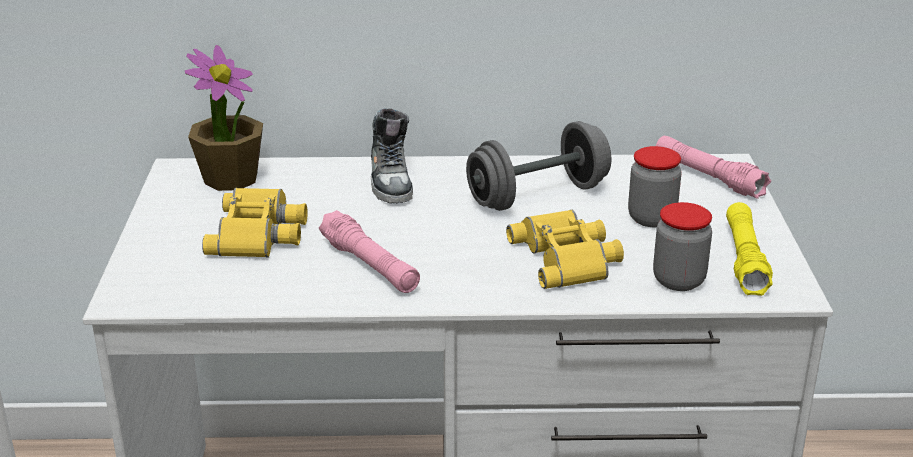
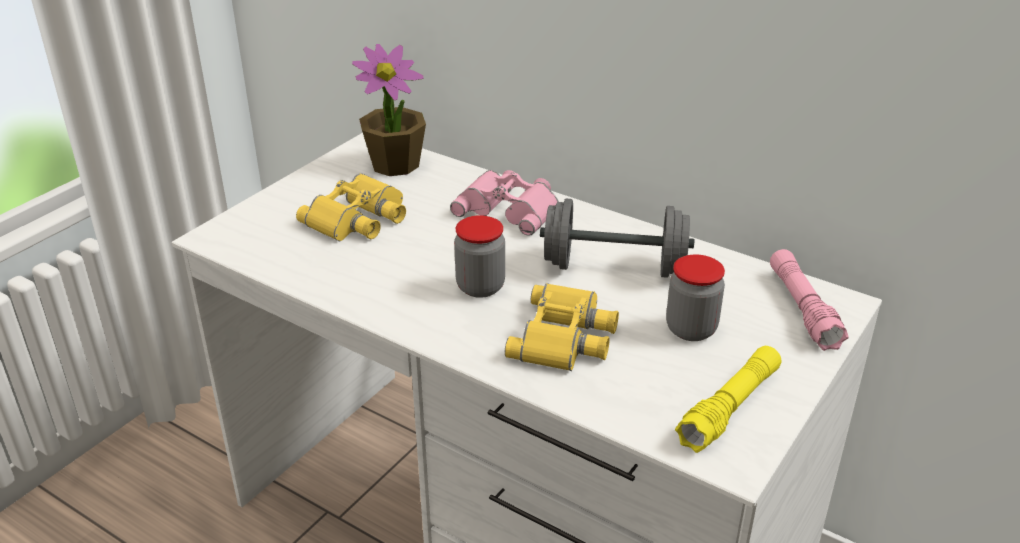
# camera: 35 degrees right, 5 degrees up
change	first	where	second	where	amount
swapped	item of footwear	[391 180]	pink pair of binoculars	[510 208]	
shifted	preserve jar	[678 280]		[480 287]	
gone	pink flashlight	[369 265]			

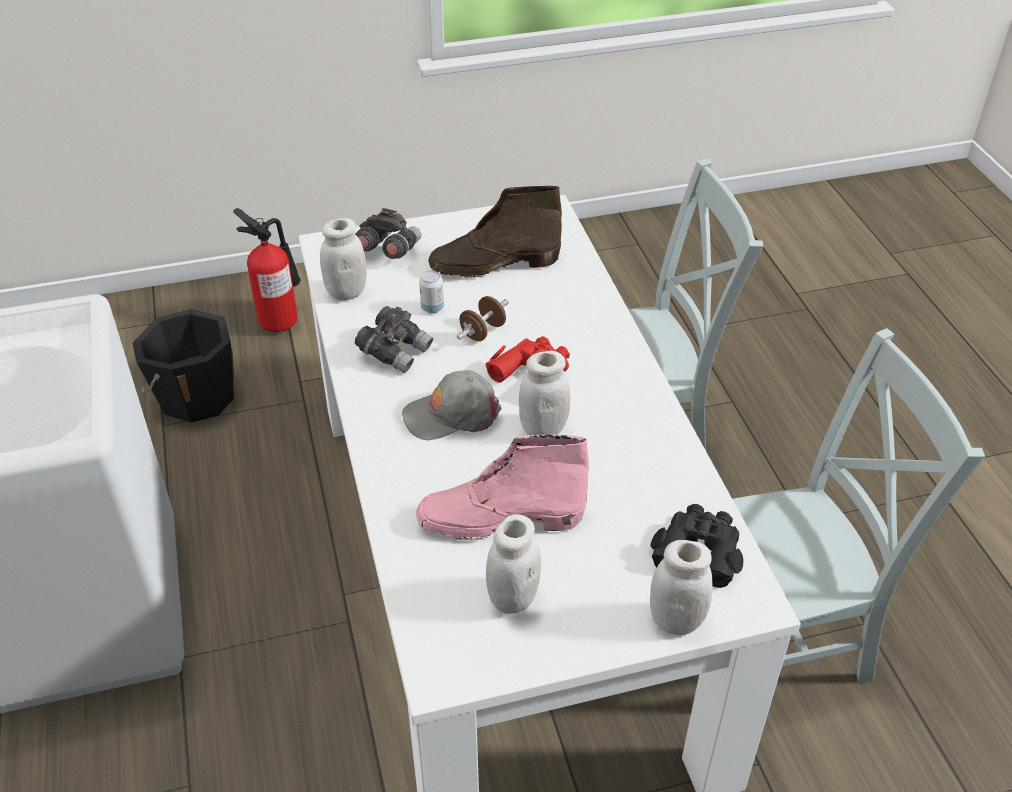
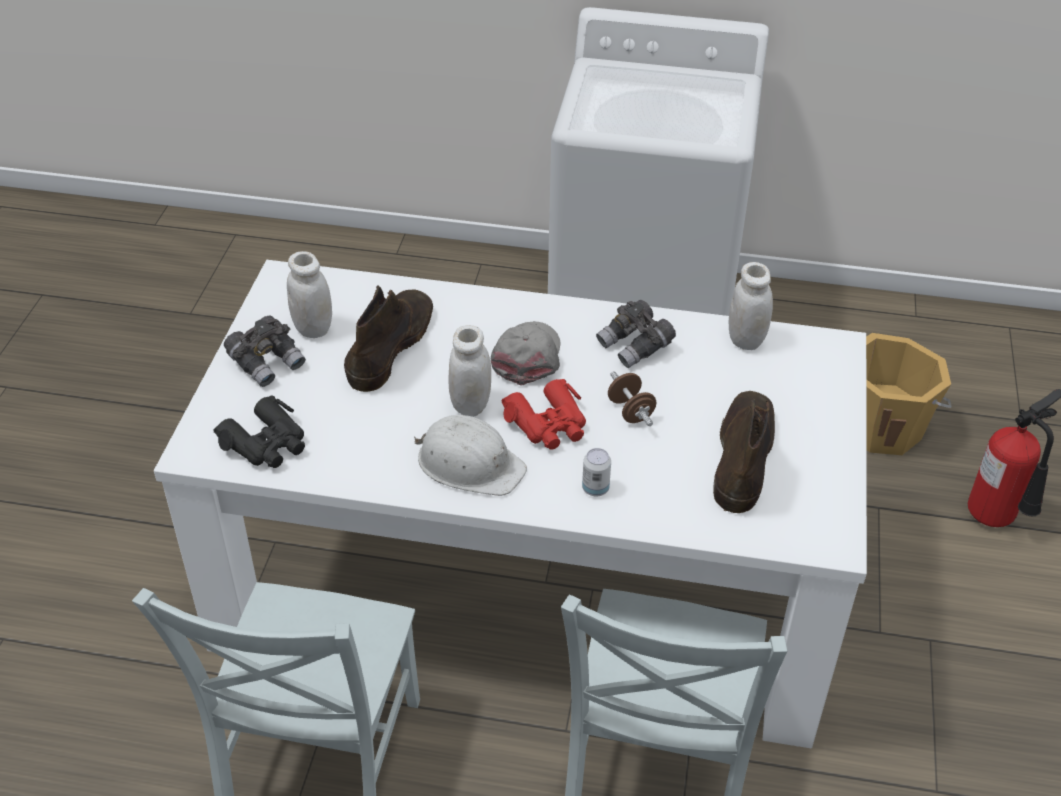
# camera: 115 degrees right, 0 degrees up
change	first	where	second	where	amount
shifted	grey pair of binoculars	[388 250]		[267 363]	
shifted	metal can	[432 308]		[595 489]	
repainted	black water bucket	[196 396]	orange-coloured water bucket	[883 427]	
repainted	pink boot	[499 518]	brown-coloured boot	[391 346]	
gone	white preserve jar	[676 620]			
new			white work helmet	[469 463]	

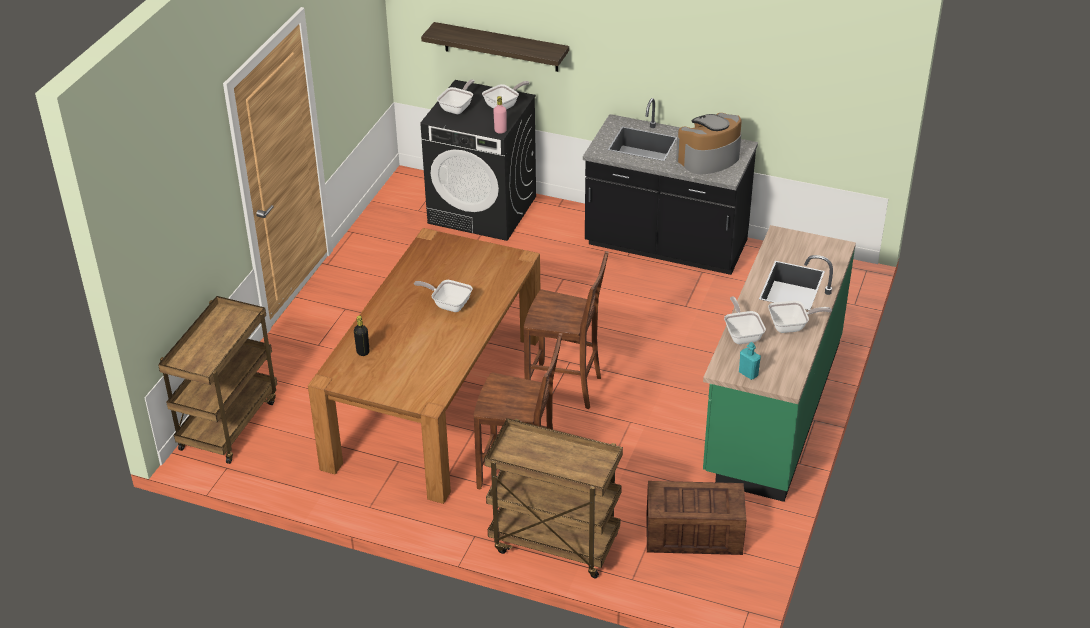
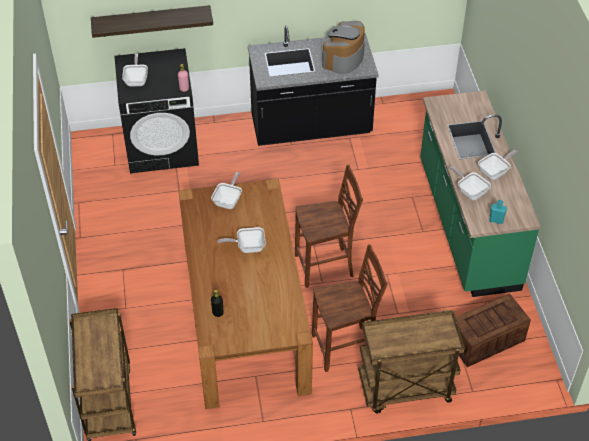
# camera: 30 degrees left, 10 degrees up
change	first	where	second	where	amount
shifted	frying pan	[504 105]		[228 200]	

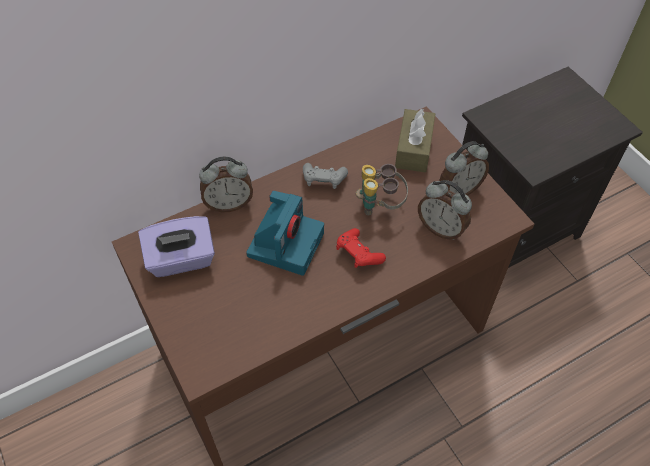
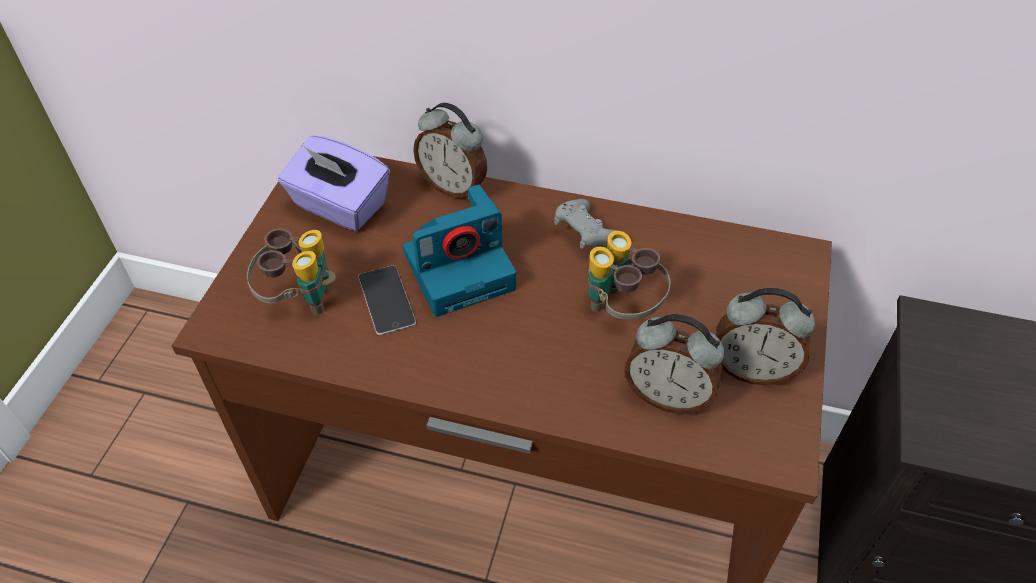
# camera: 45 degrees right, 5 degrees down
change	first	where	second	where	amount
gone	brown-coloured box of tissues	[414 149]			
rotated	table clock	[441 228]		[667 396]	60 degrees counterclockwise
gone	red-coloured joypad	[358 255]			
new			pair of binoculars	[300 298]	
new			telephone	[386 300]	

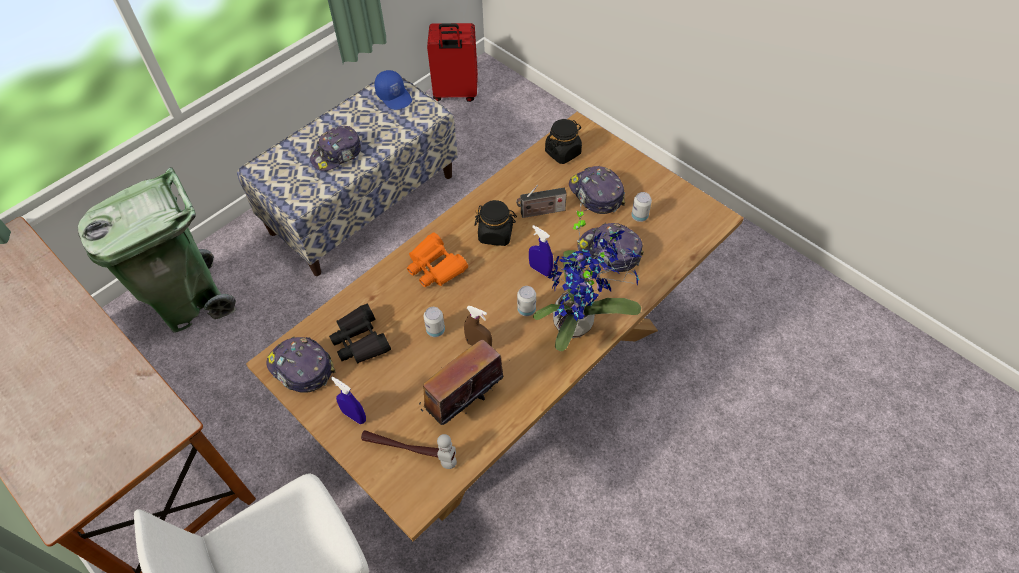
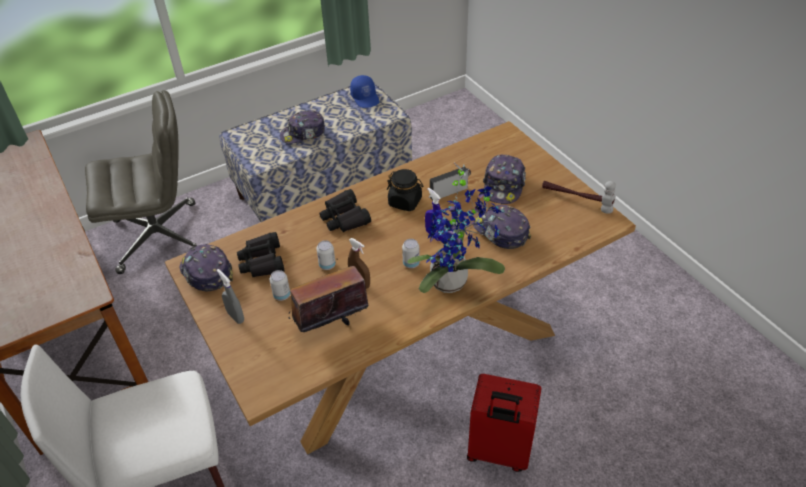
# camera: 15 degrees right, 10 degrees down
change	first	where	second	where	amount
shifted	red-coloured piece of luggage	[455 93]		[498 452]	
gone	black preserve jar	[563 152]			
rotated	peaked cap	[595 194]		[504 185]	150 degrees counterclockwise
swapped	greenish waste bin	[191 300]	grey desk chair	[159 236]	
rotated	radio set	[540 212]		[450 191]	150 degrees clockwise
shifted	metal can	[639 216]		[282 295]	
repainted	orange-coloured pair of binoculars	[435 267]	black pair of binoculars	[344 218]	
repainted	blue spray bottle	[354 416]	grey spray bottle	[235 317]	
shifted	tool hammer	[410 450]		[577 200]	

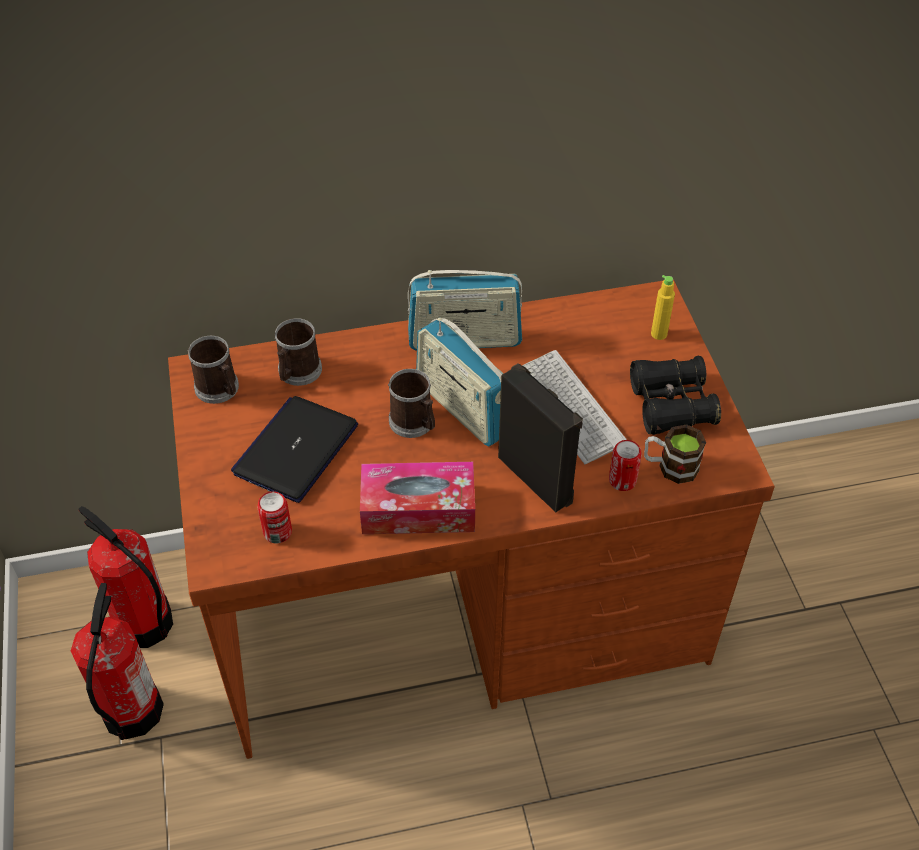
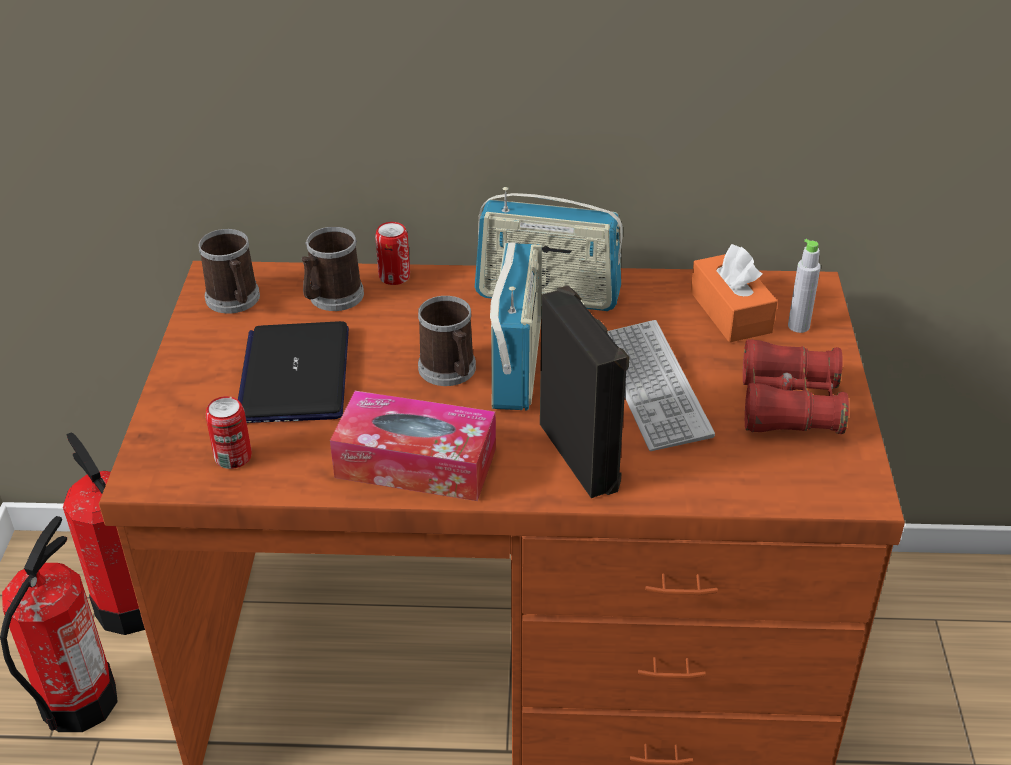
# camera: 15 degrees right, 10 degrees down
change	first	where	second	where	amount
repainted	yellowish beverage bottle	[659 334]	grey beverage bottle	[798 326]	
rotated	radio set	[463 408]		[516 365]	150 degrees counterclockwise
repainted	black pair of binoculars	[671 405]	red-coloured pair of binoculars	[789 405]	
rotated	notebook computer	[296 449]		[295 374]	45 degrees counterclockwise
gone	mug	[670 466]			
shifted	metal can	[622 480]		[394 277]	
new			orange-coloured box of tissues	[730 312]	

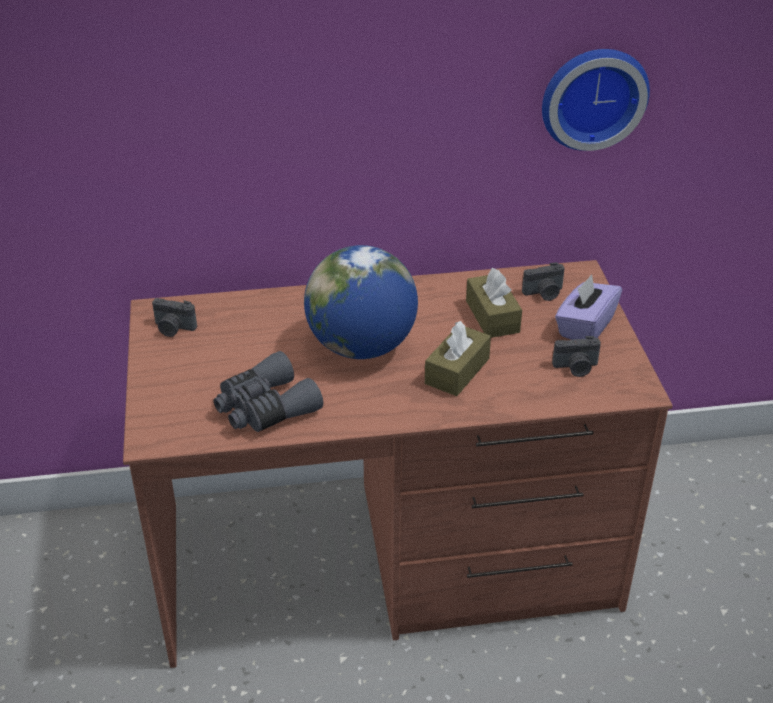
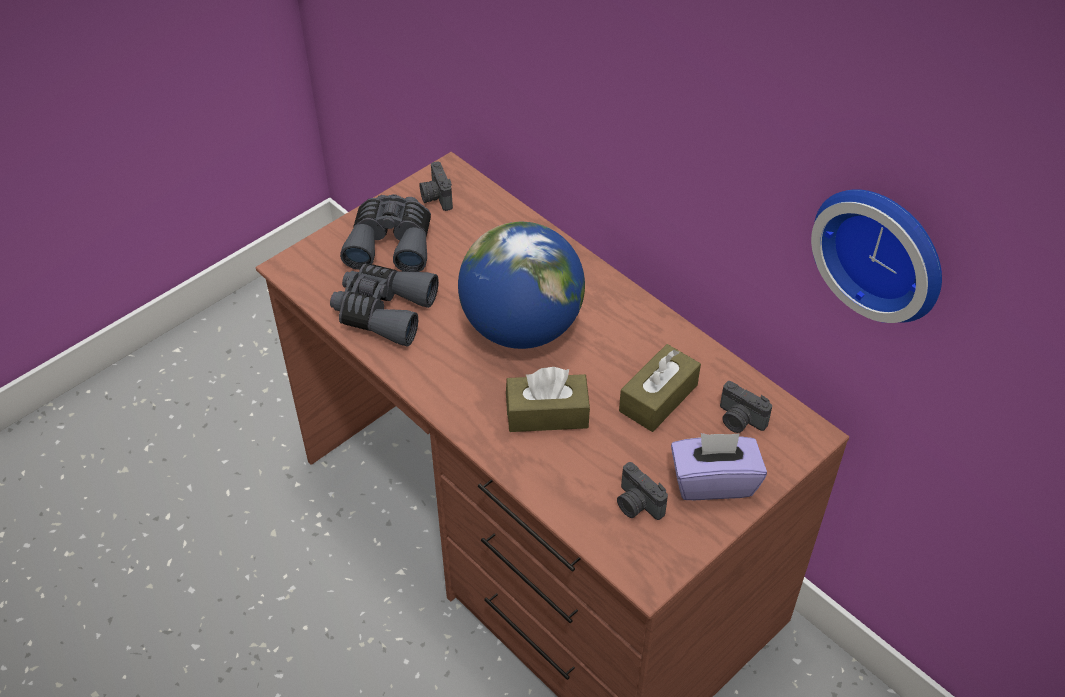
# camera: 55 degrees right, 10 degrees up
change	first	where	second	where	amount
new			grey pair of binoculars	[391 242]	

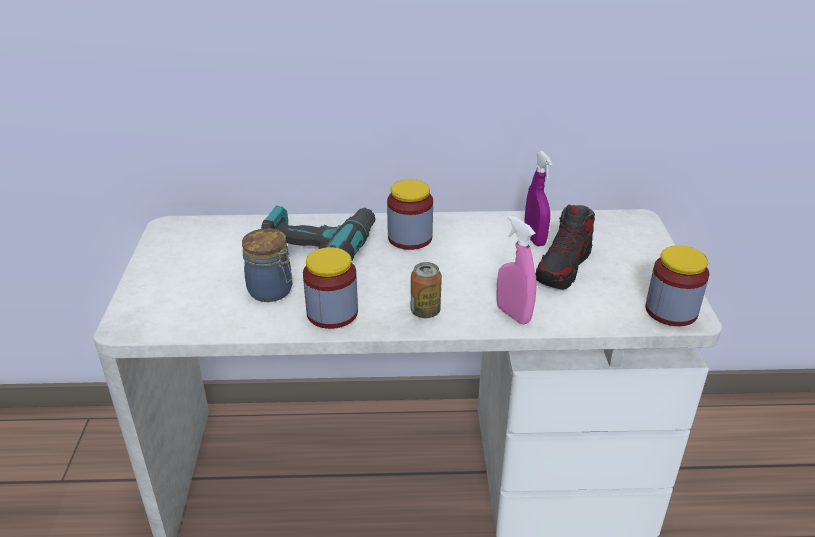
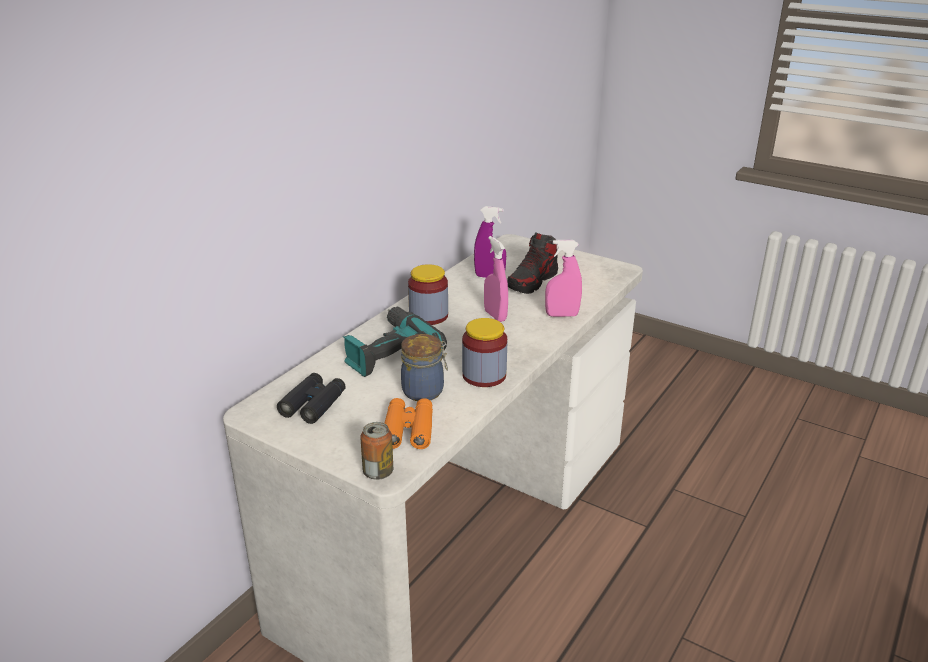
# camera: 55 degrees left, 5 degrees down
change	first	where	second	where	amount
rotated	item of footwear	[563 267]		[533 281]	60 degrees clockwise
gone	preserve jar	[671 311]			
shifted	metal can	[425 311]		[378 472]	
new			pink spray bottle	[495 316]	
new			black pair of binoculars	[313 404]	
new			orange-coloured pair of binoculars	[408 430]	

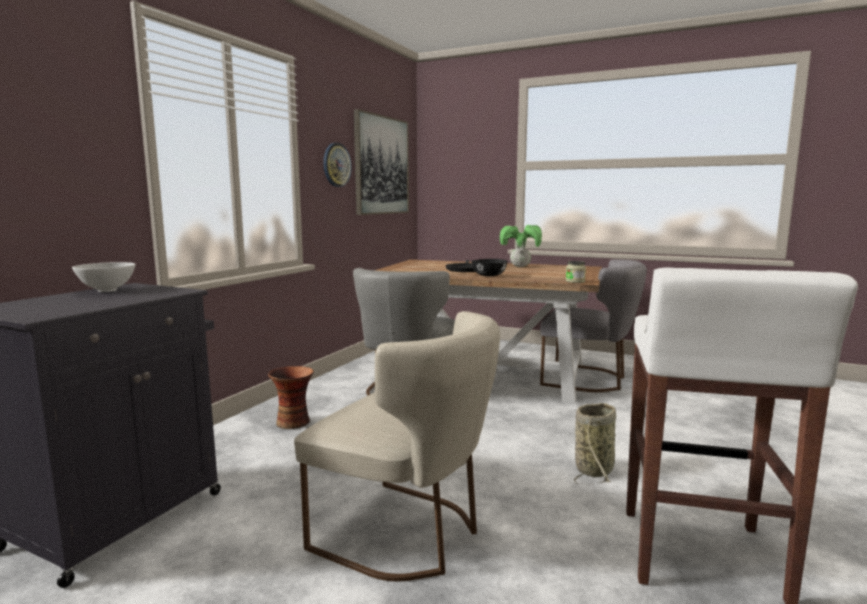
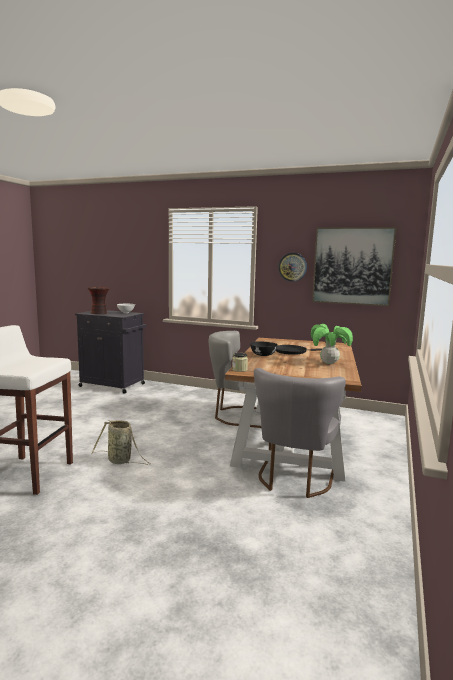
# camera: 85 degrees right, 0 degrees up
change	first	where	second	where	amount
gone	beige upright chair	[408 534]			
shifted	vase	[293 422]		[99 313]	

